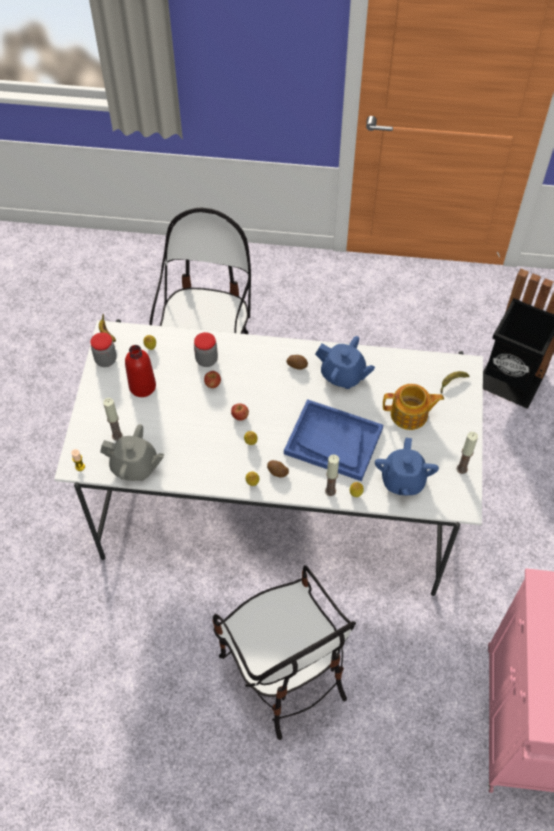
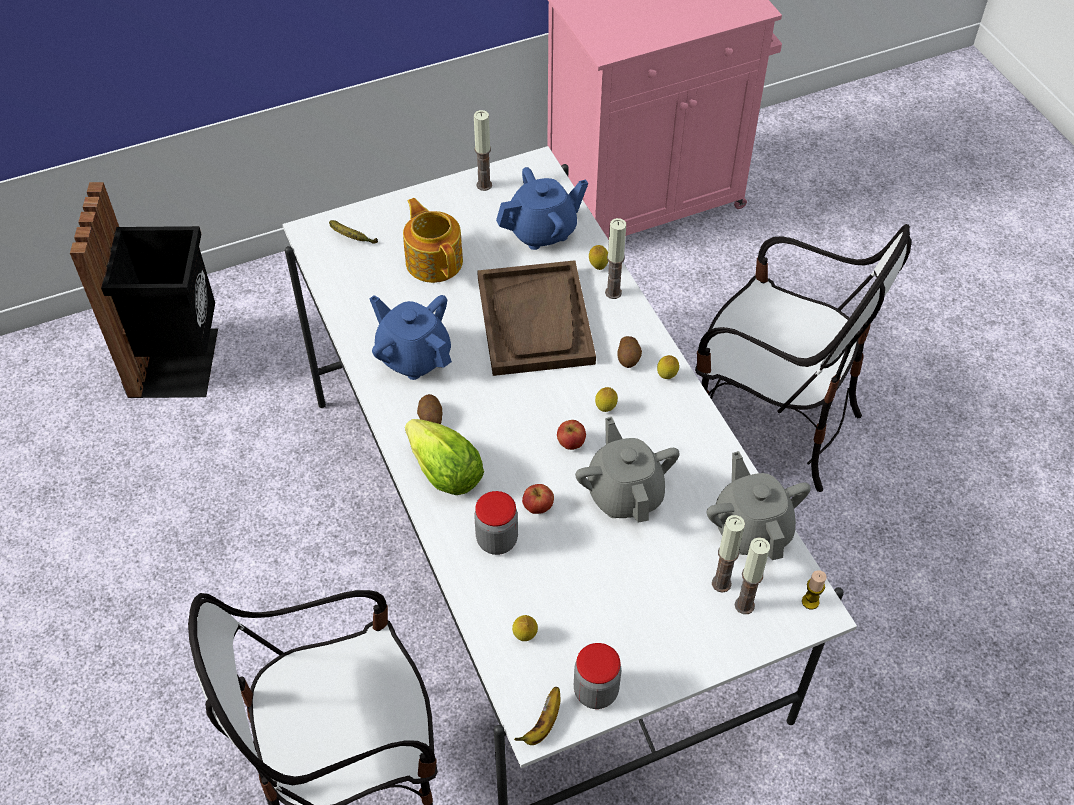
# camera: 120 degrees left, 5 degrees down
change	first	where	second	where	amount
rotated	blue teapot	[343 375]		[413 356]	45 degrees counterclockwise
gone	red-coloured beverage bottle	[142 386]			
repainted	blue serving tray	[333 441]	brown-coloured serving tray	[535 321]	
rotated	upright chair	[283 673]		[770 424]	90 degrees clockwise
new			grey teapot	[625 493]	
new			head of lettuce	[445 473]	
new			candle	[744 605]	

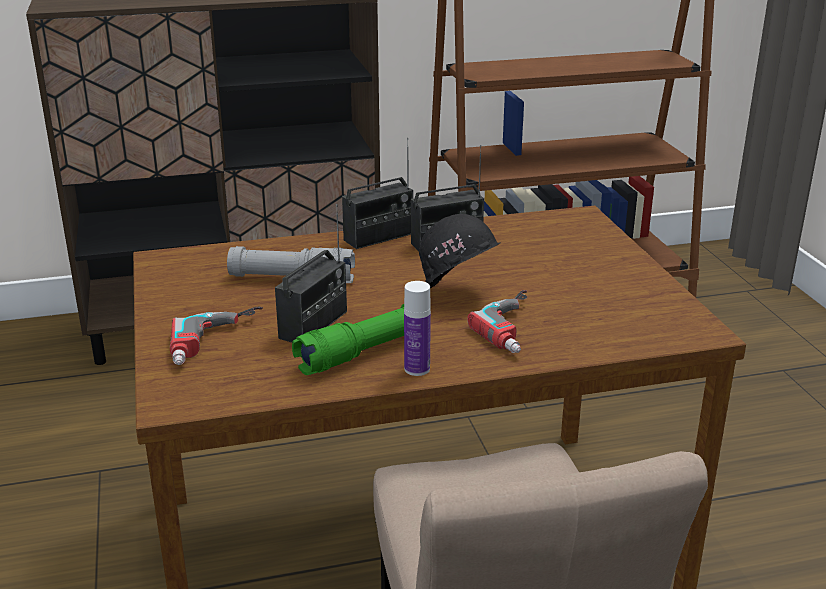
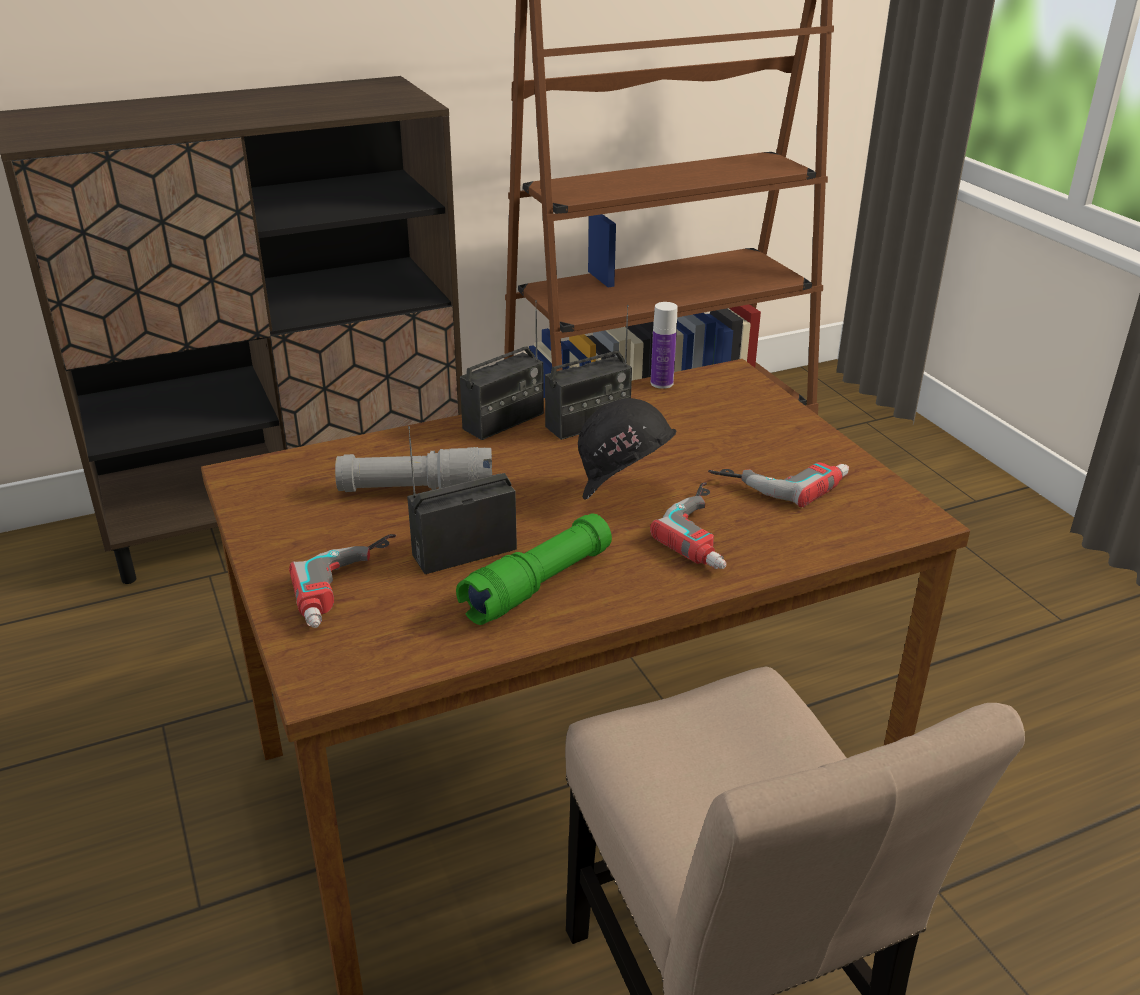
# camera: 10 degrees left, 5 degrees up
change	first	where	second	where	amount
rotated	radio set	[314 325]		[464 552]	135 degrees counterclockwise
shifted	beverage bottle	[417 369]		[661 383]	
new			power drill	[780 479]	

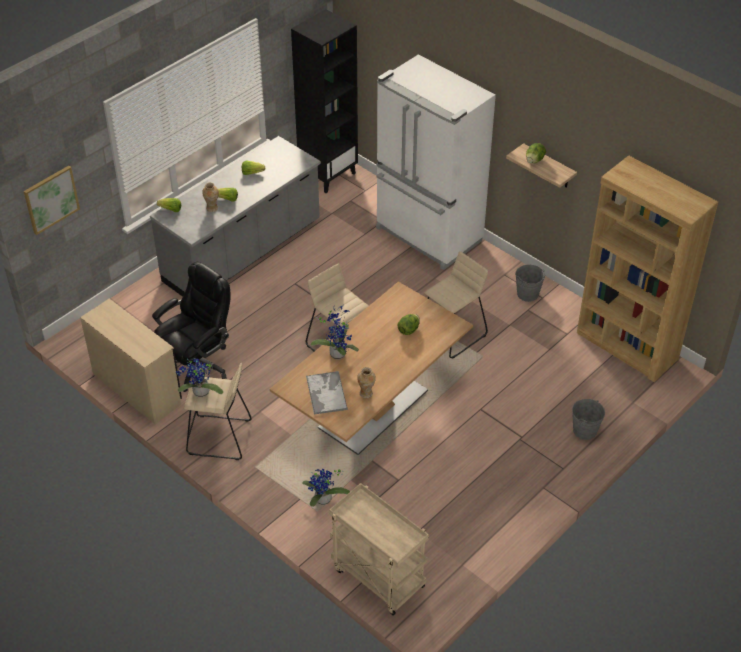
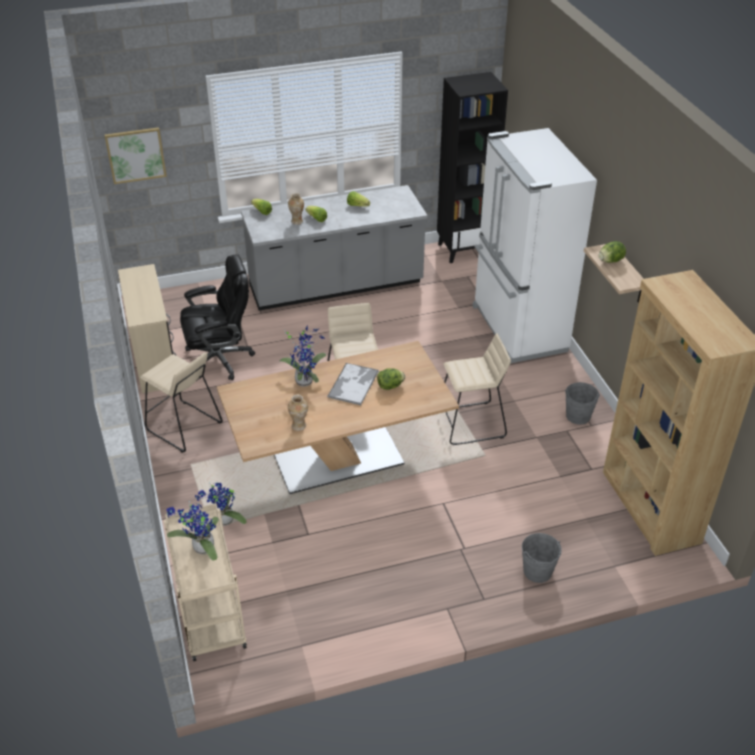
# camera: 30 degrees right, 5 degrees down
change	first	where	second	where	amount
shifted	houseplant	[200 393]		[201 548]	
shifted	serving tray	[326 393]		[353 384]	

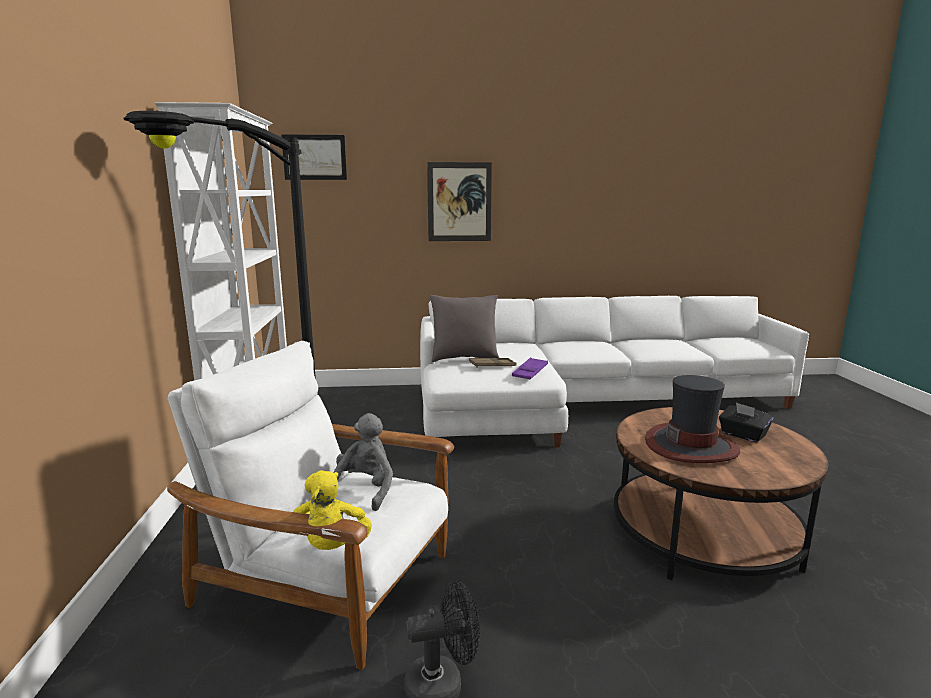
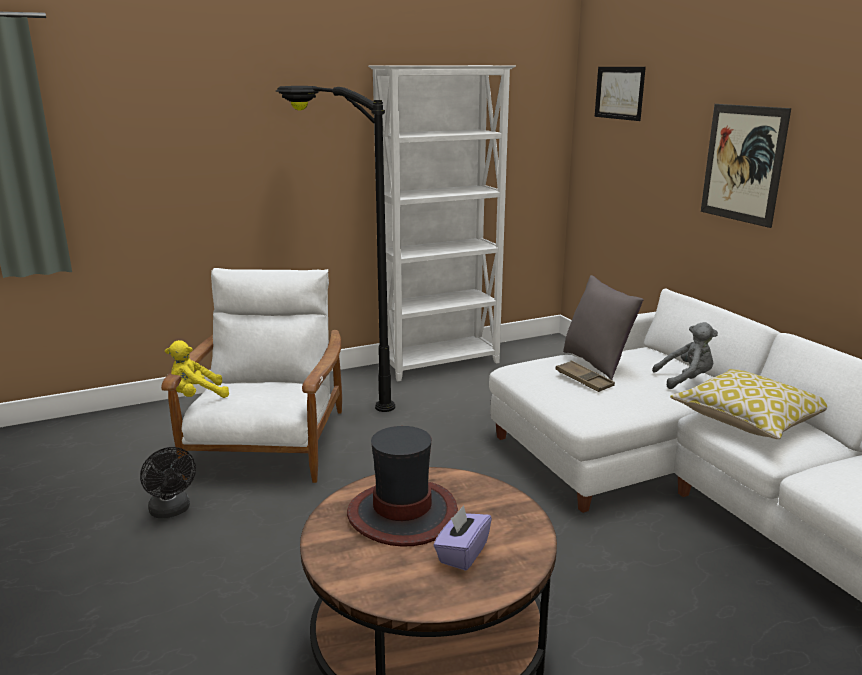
# camera: 70 degrees right, 5 degrees up
change	first	where	second	where	amount
gone	purple serving tray	[530 372]			
repainted	black box of tissues	[742 435]	purple box of tissues	[462 553]	
shifted	grey soft toy	[365 490]		[686 379]	
new			cushion	[749 420]	

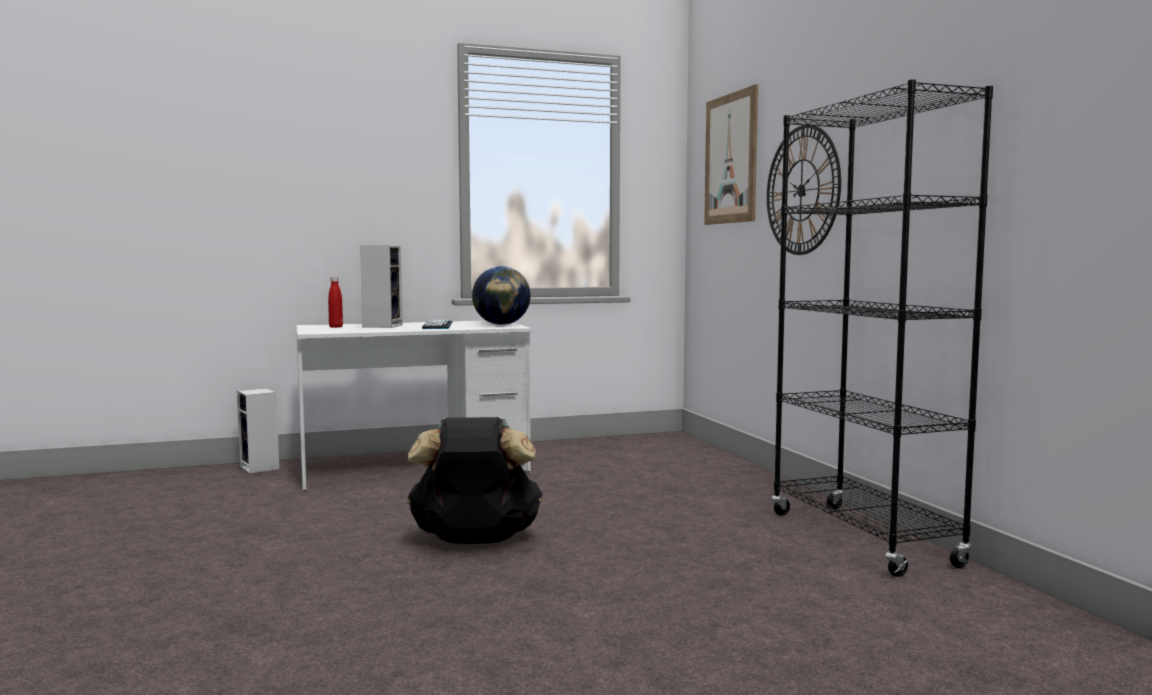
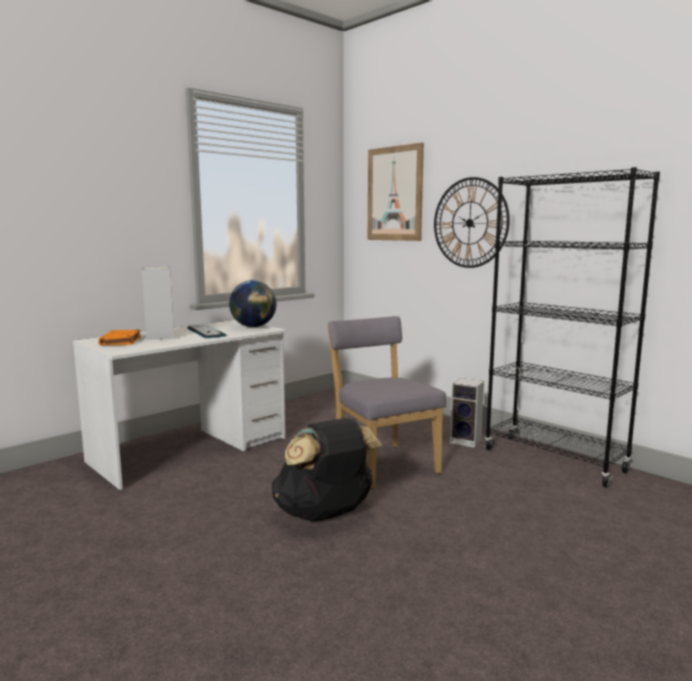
# camera: 25 degrees left, 5 degrees up
change	first	where	second	where	amount
swapped	red-coloured beverage bottle	[336 327]	orange-coloured book	[121 341]	
shifted	audio speaker	[261 468]		[467 441]	
new			grey upright chair	[382 463]	

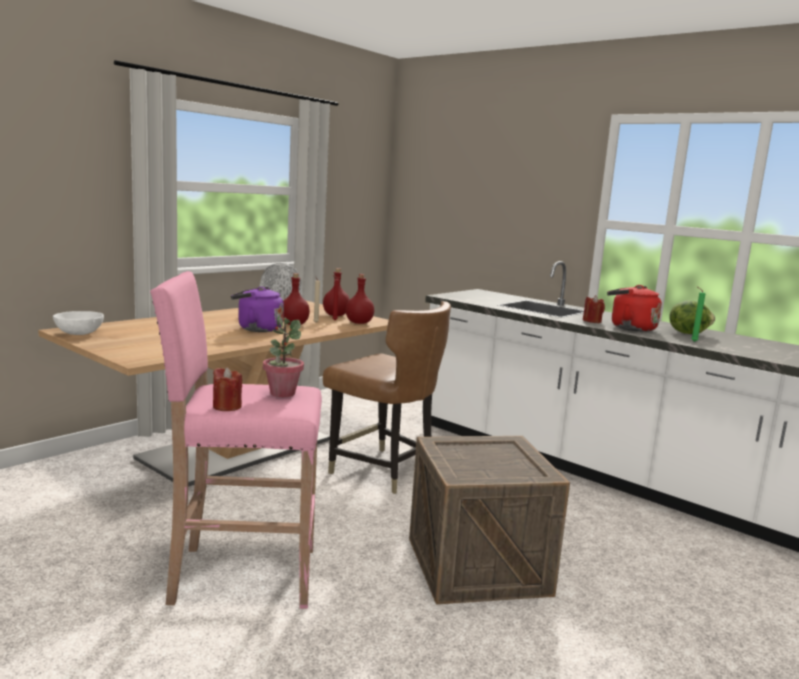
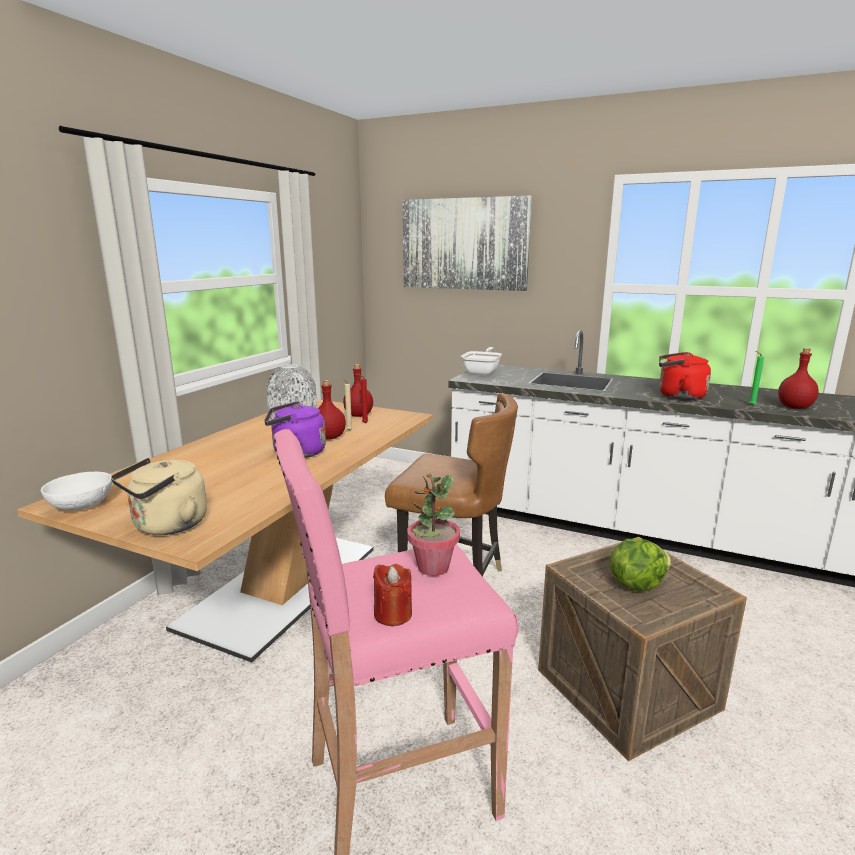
# camera: 15 degrees left, 5 degrees up
change	first	where	second	where	amount
shifted	red-coloured beverage bottle	[358 323]		[794 407]	
gone	red-coloured candle	[592 321]			
shifted	head of lettuce	[688 333]		[636 584]	
new			wall art	[464 244]	
new			frying pan	[482 372]	
new			beige tea kettle	[167 526]	

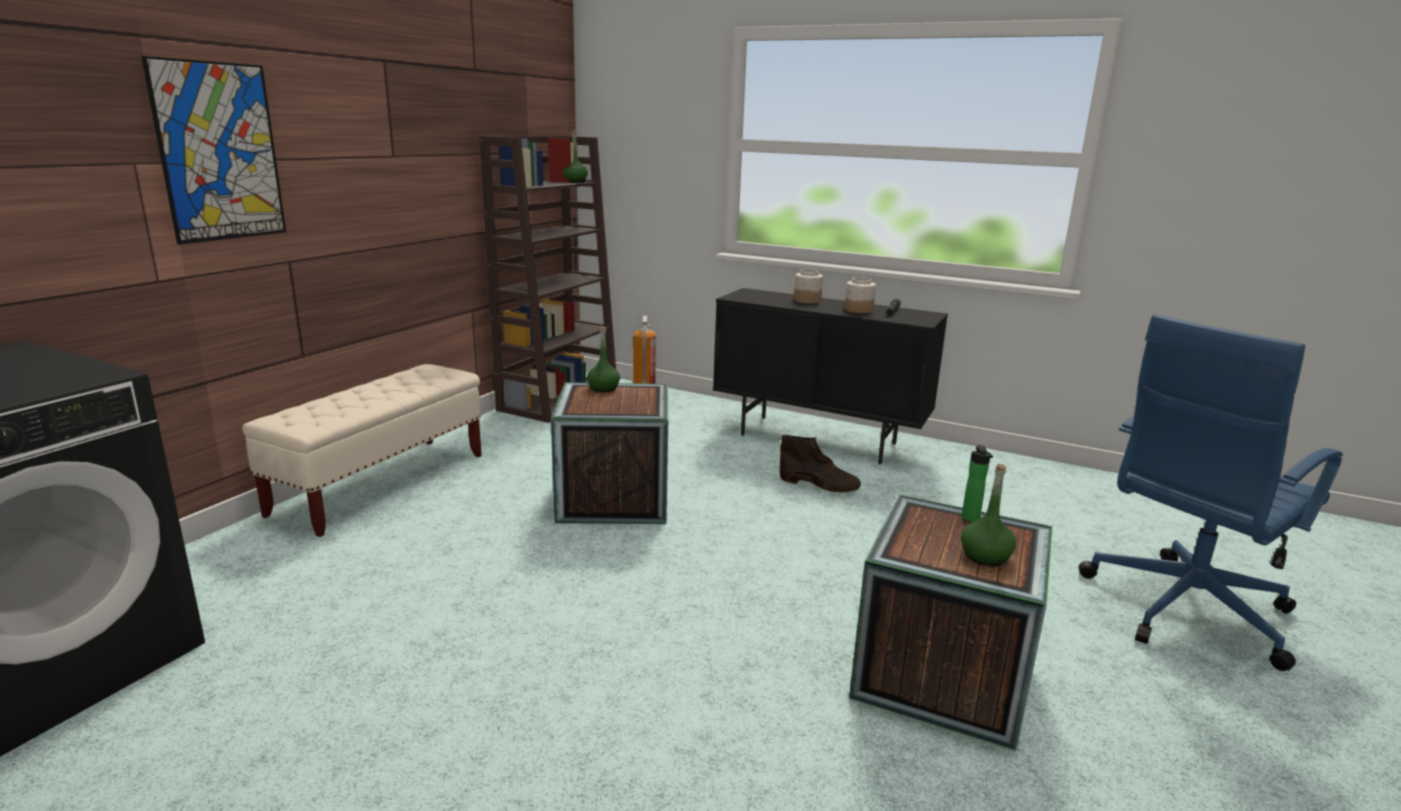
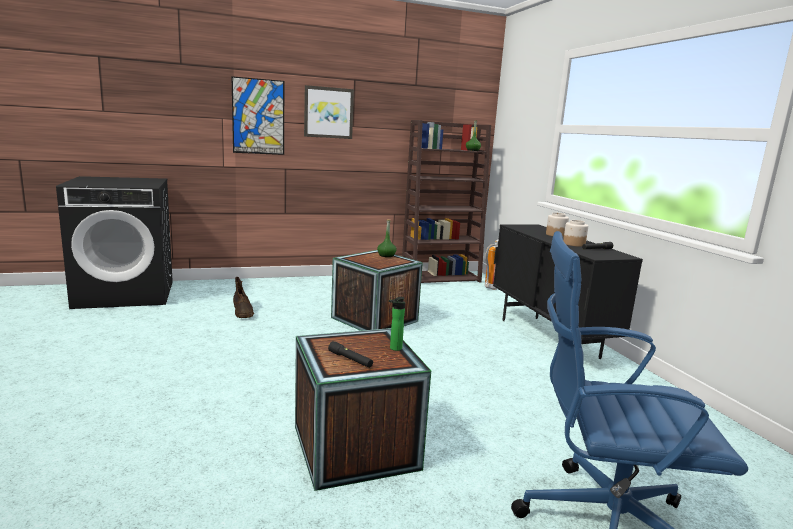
# camera: 45 degrees right, 5 degrees down
change	first	where	second	where	amount
gone	beige long seat	[382 484]			
shifted	brown-coloured boot	[819 484]		[243 312]	
swapped	greenish beverage bottle	[985 556]	black flashlight	[350 359]	
new			wall art	[328 112]	

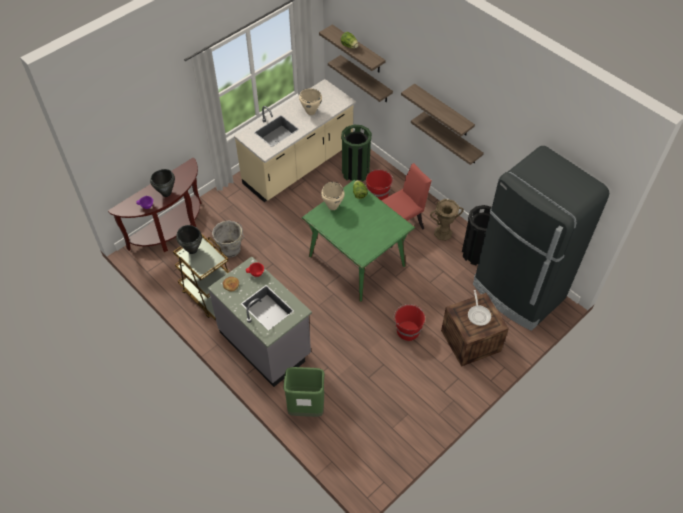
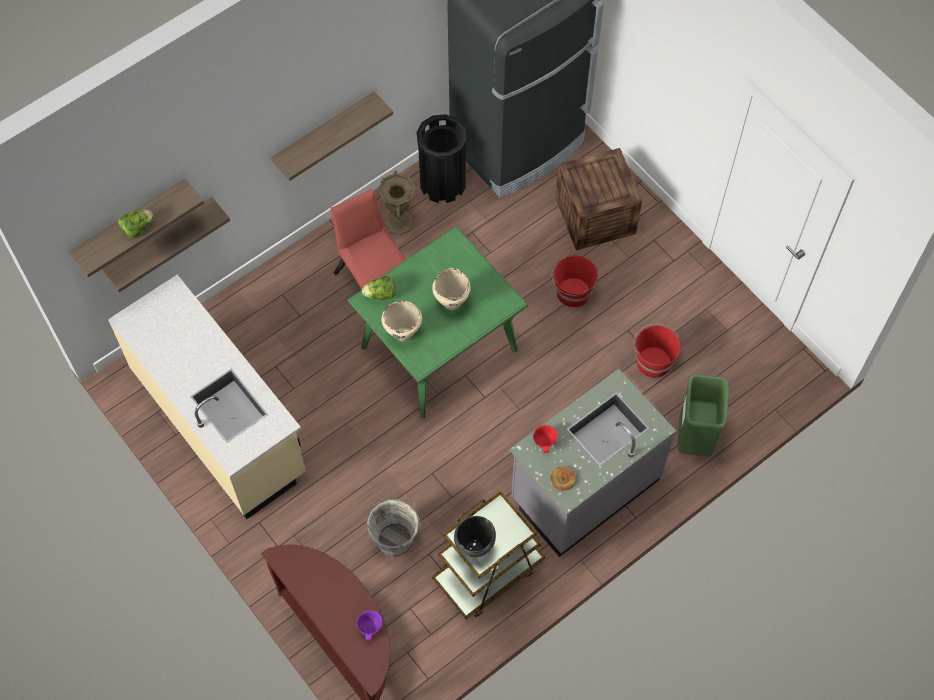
# camera: 85 degrees left, 10 degrees up
change	first	where	second	where	amount
gone	shelf	[443 111]			
shifted	beige saucepot	[311 112]		[451 303]	
gone	greenish waste bin	[355 172]			
gone	black saucepot	[166 193]			
shifted	red-coloured water bucket	[378 194]		[653 361]	
gone	frying pan	[478 314]			

